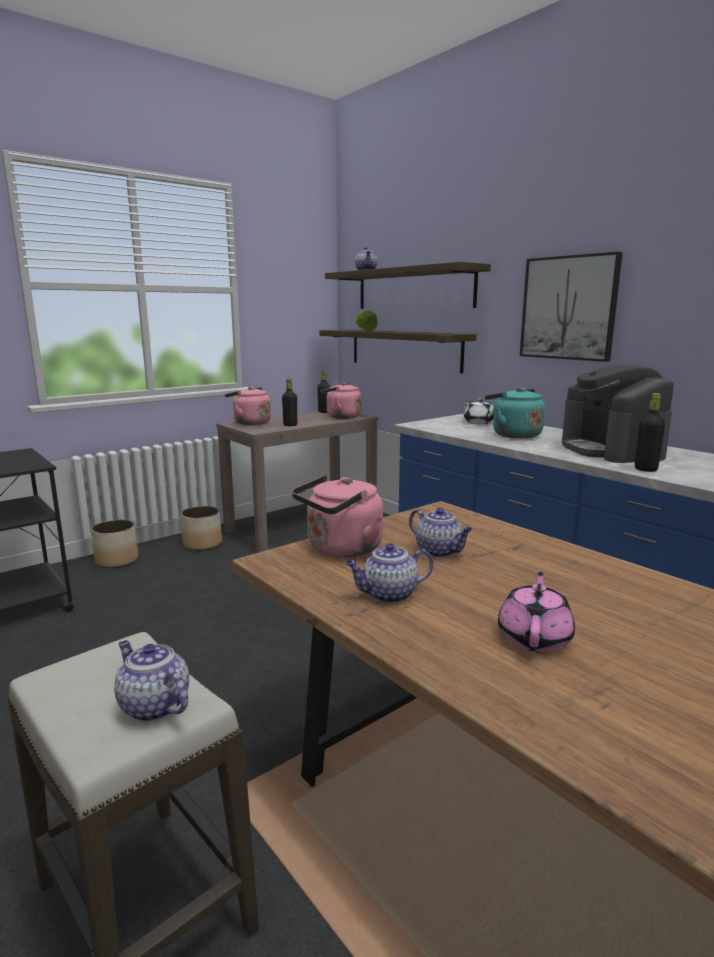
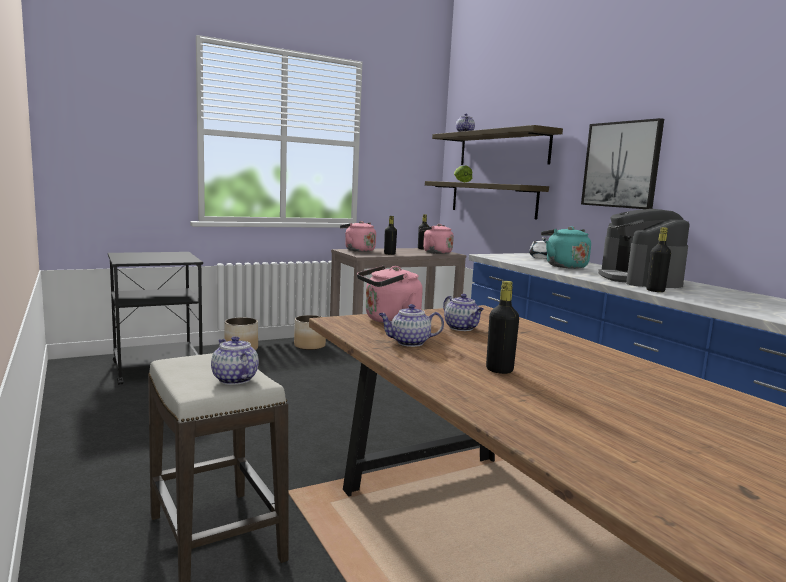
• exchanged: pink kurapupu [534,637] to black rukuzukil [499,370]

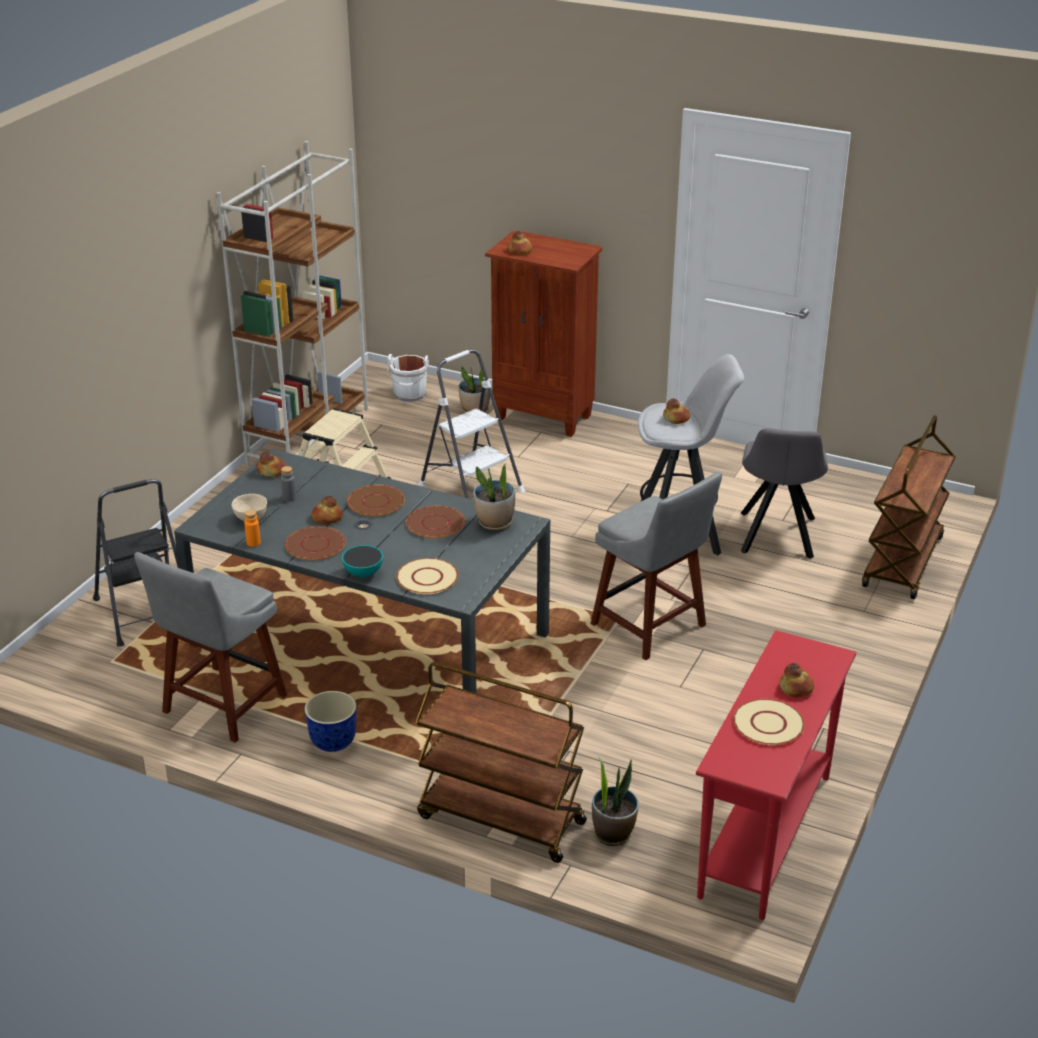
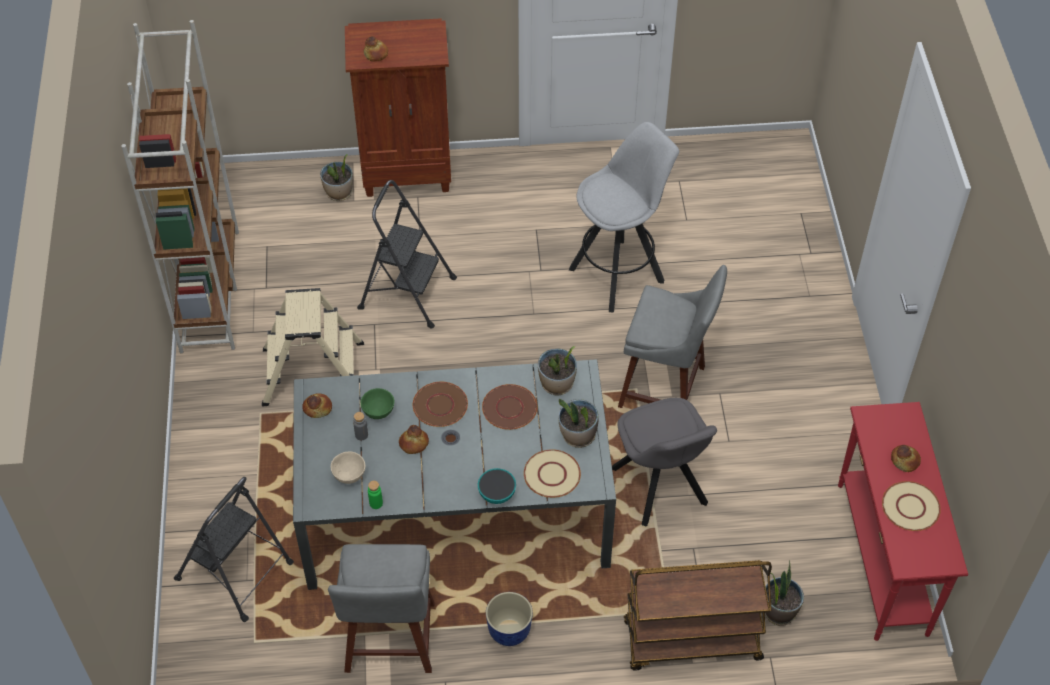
• missing: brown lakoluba [315,545]
• missing: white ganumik [409,396]
• missing: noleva [676,418]
• missing: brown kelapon [903,563]
• appeared: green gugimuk [379,412]
• appeared: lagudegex [578,436]
• relocated: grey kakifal [777,536] to [660,486]
• colour: orange rukuzukil [253,543] to green rukuzukil [376,503]
• colour: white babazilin [469,486] to black babazilin [404,291]

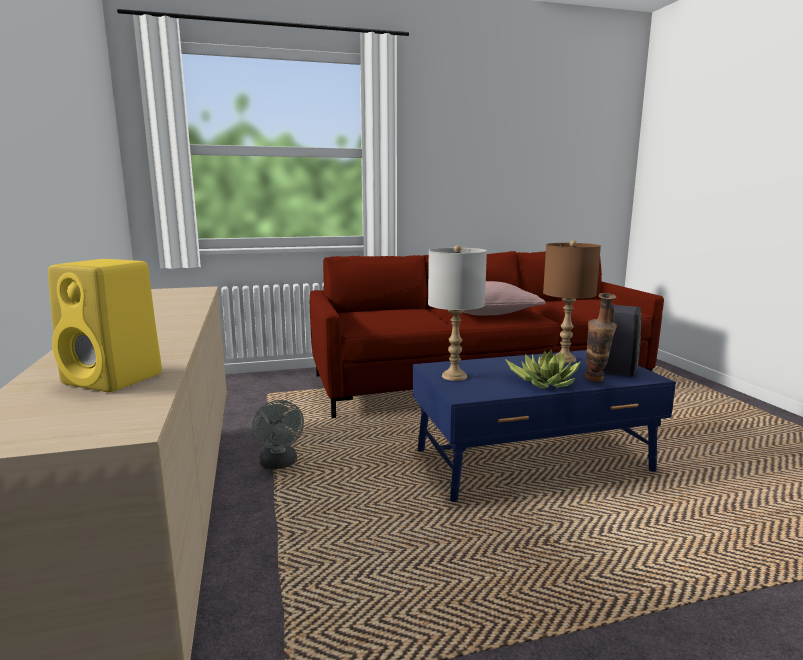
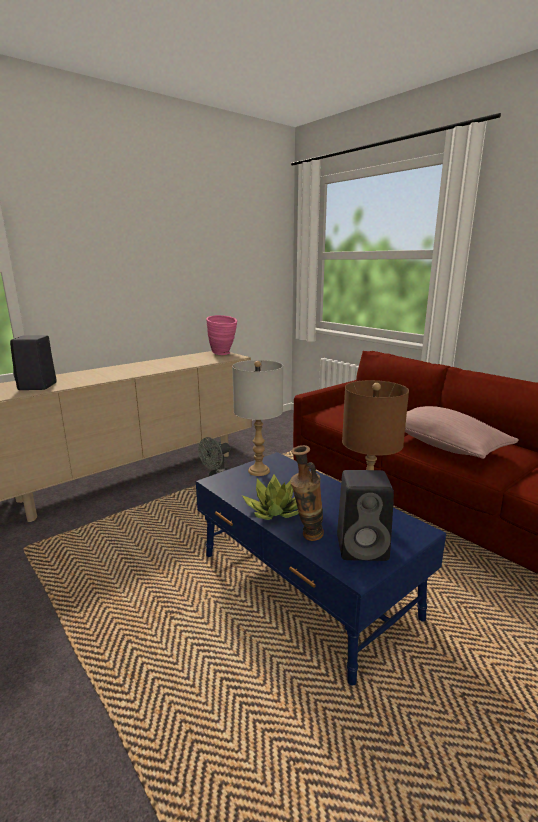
• appeared: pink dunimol [223,354]
• colour: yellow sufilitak [116,379] to black sufilitak [37,386]

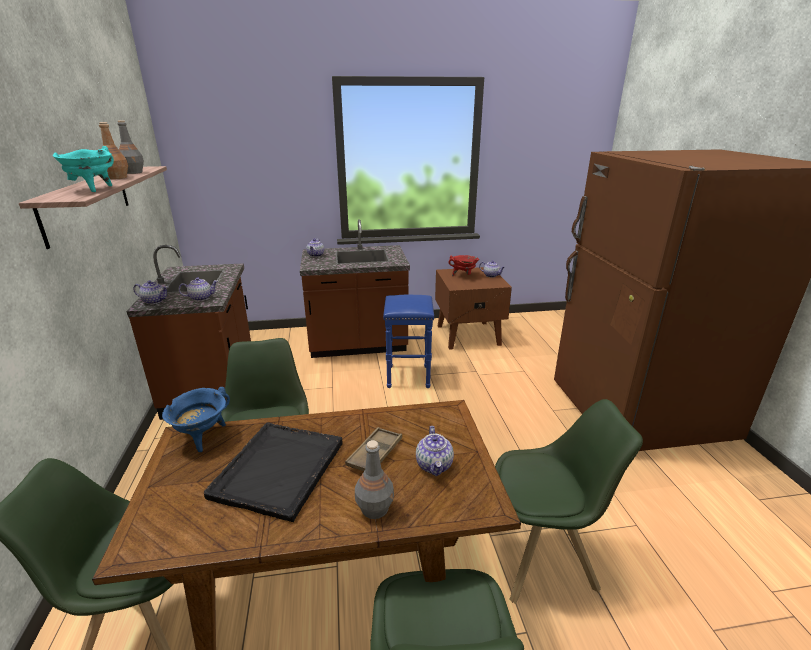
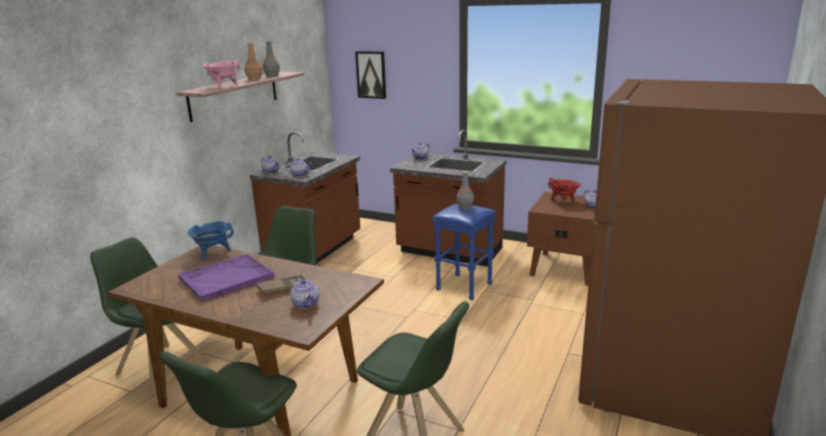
• appeared: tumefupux [371,74]
• relocated: grey rukuzukil [375,508] to [465,207]
• colour: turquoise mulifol [92,189] to pink mulifol [223,87]
• colour: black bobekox [278,470] to purple bobekox [225,278]
• spun: kurapupu [434,465] = [306,304] 60 degrees counterclockwise

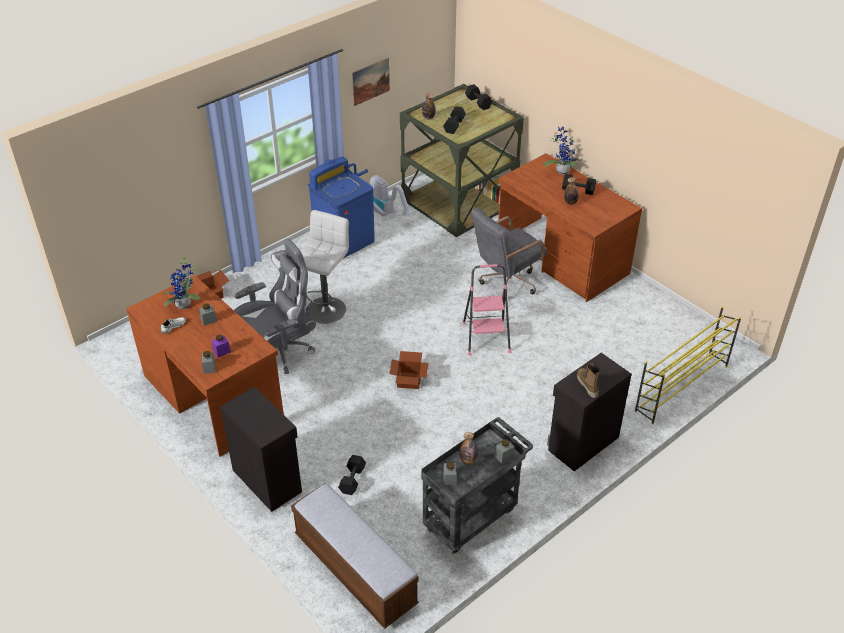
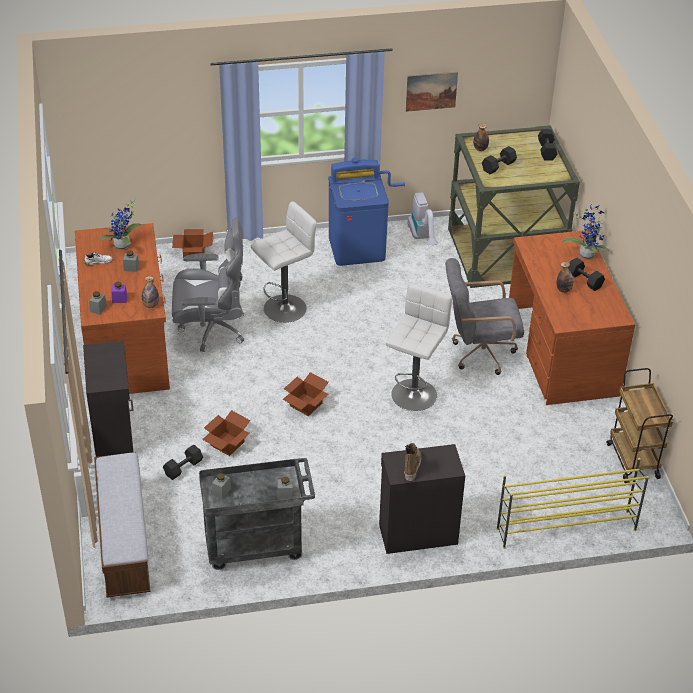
• appeared: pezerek [226,444]
• appeared: brown kelapon [633,461]
• relocated: rukuzukil [468,461] to [151,305]
• exchanged: pink babazilin [486,335] to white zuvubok [414,395]

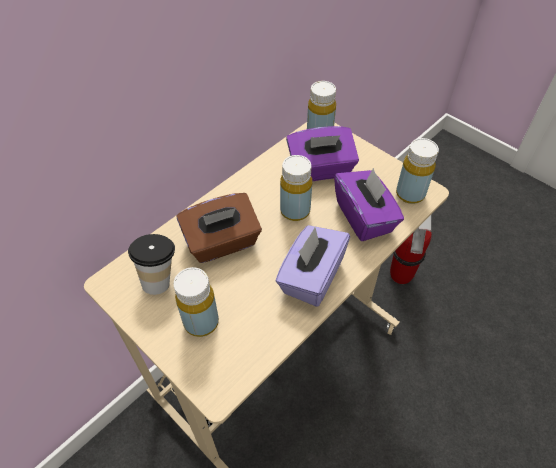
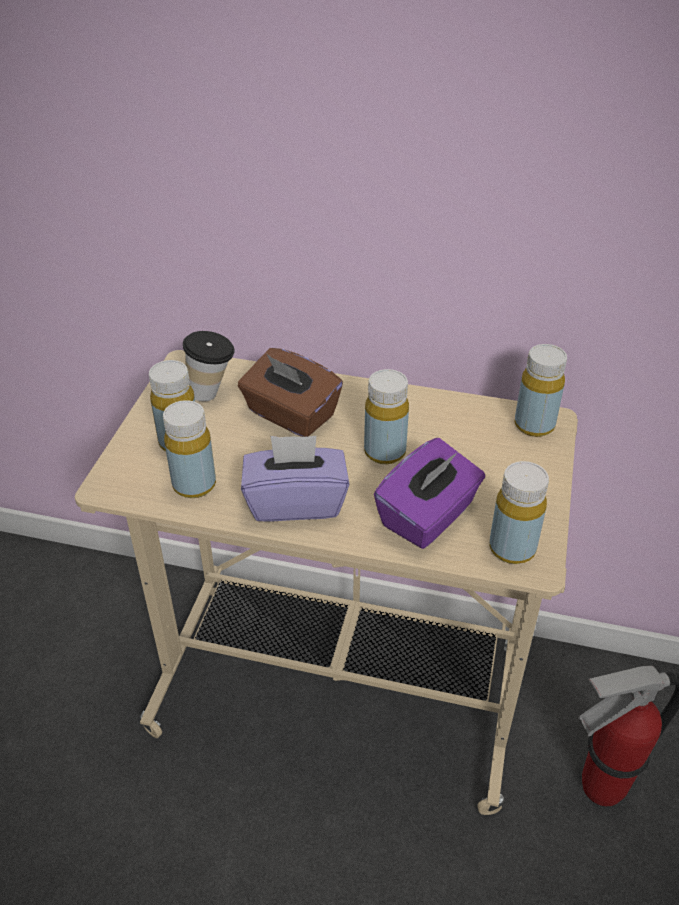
• missing: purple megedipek [320,170]
• appeared: yellow rukuzukil [194,485]

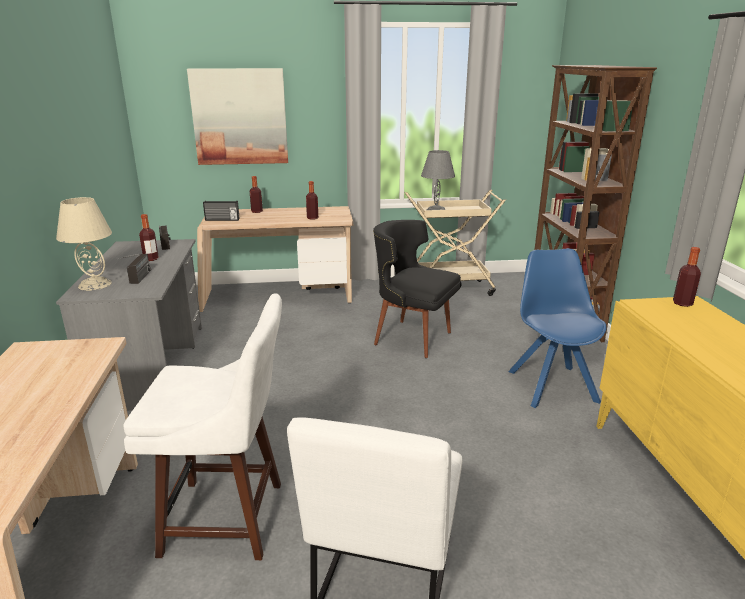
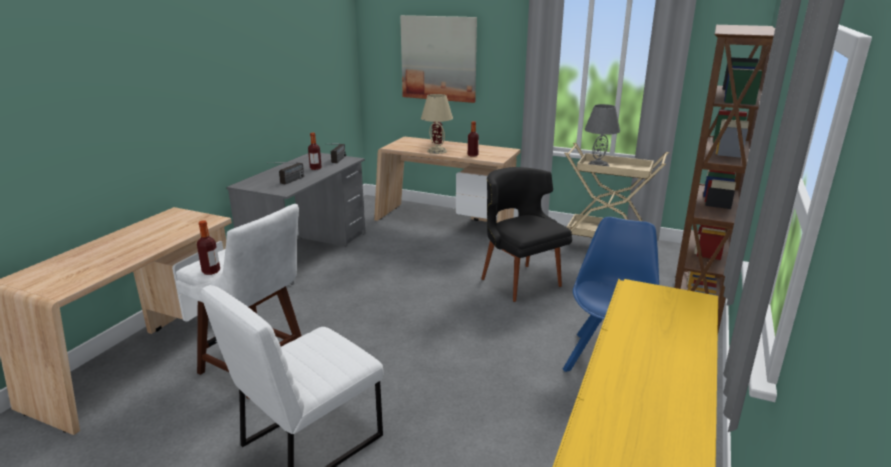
• missing: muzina [222,220]
• relocated: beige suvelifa [95,284] to [437,151]
• relocated: rukuzukil [682,303] to [211,271]

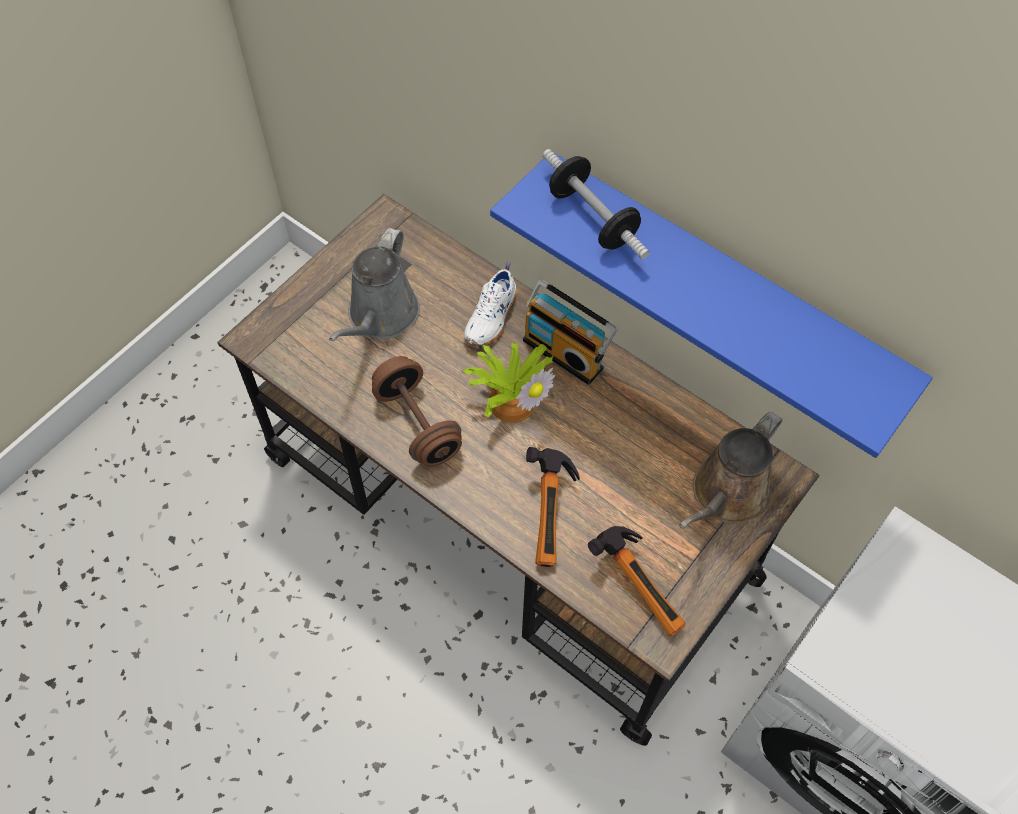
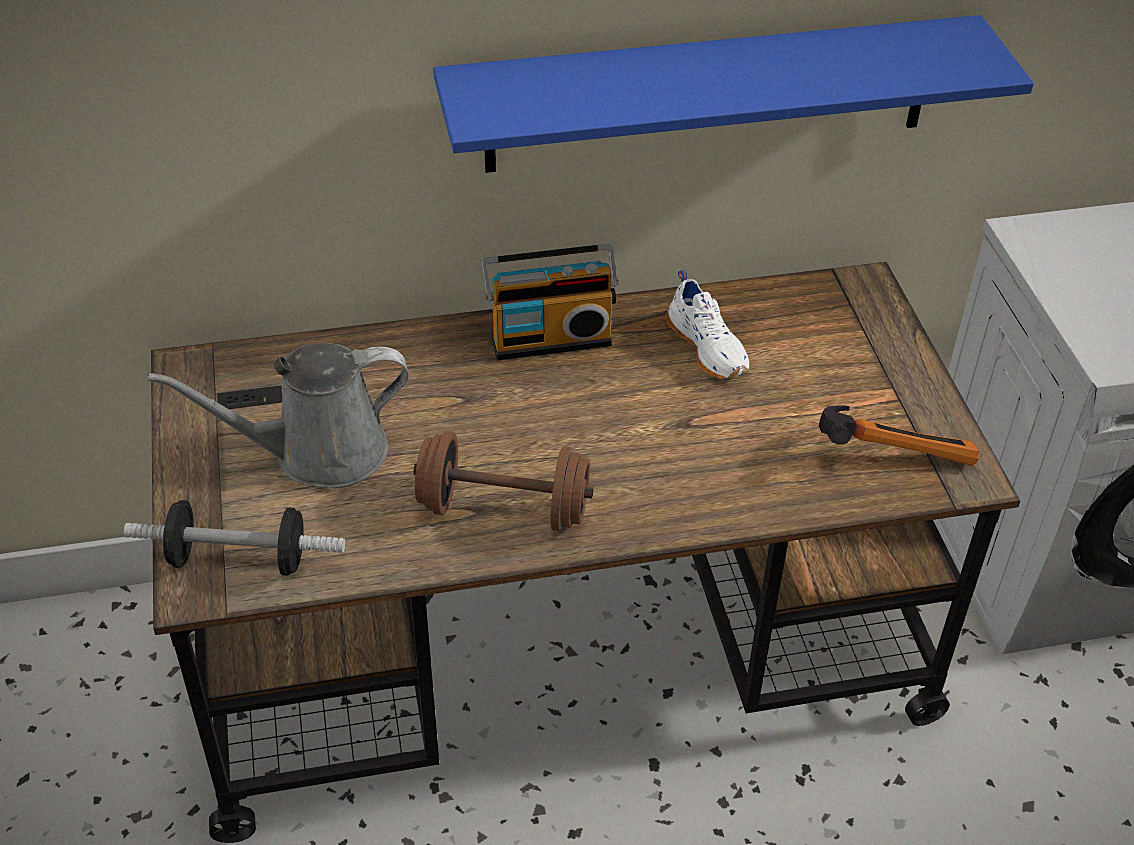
• missing: lagudegex [511,398]
• missing: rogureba [554,515]
• missing: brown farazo [726,495]
• relocated: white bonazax [492,317] to [709,347]
• relocated: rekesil [592,218] to [239,559]
• spun: grey farazo [380,317] = [319,453] 105 degrees clockwise

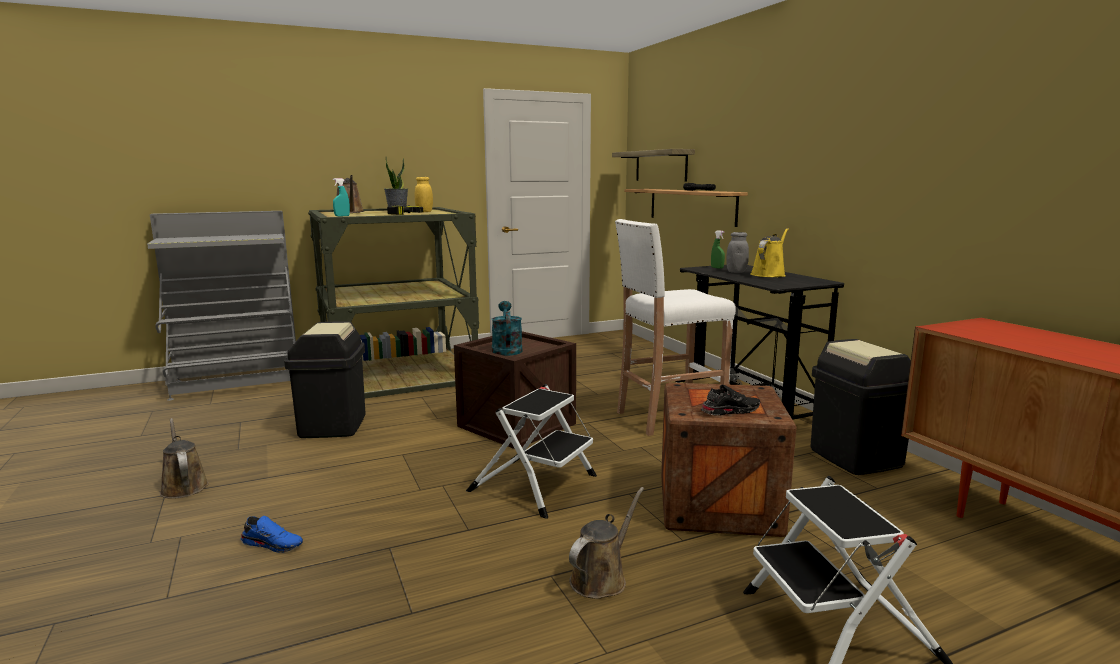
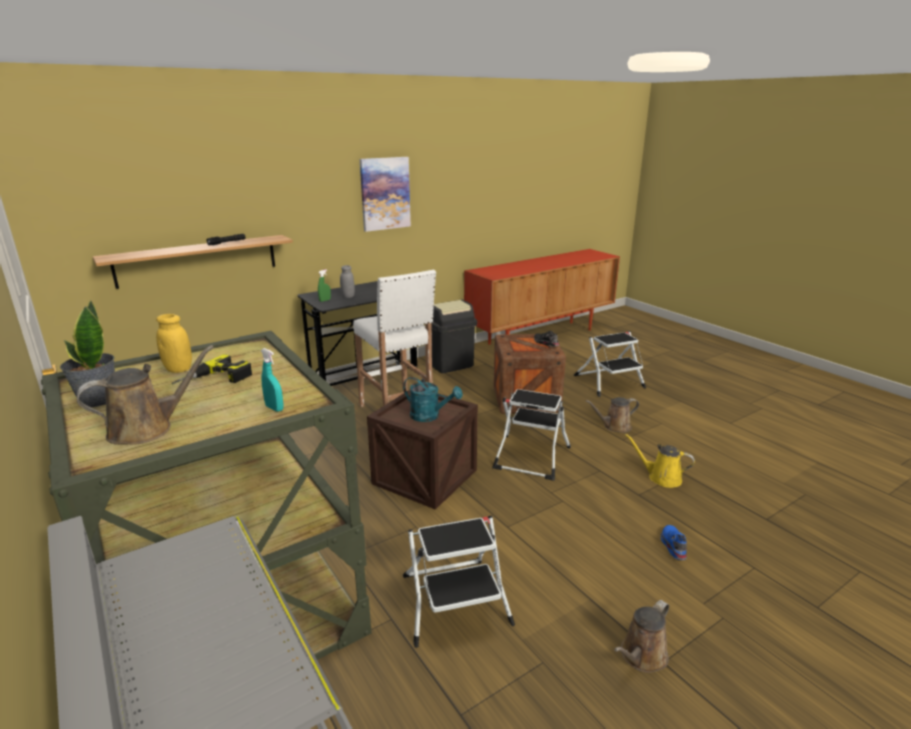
• missing: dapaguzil [661,166]
• appeared: tumefupux [385,193]
• relocated: yellow farazo [769,274] to [661,477]
• exchanged: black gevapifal [333,426] to babazilin [454,601]
• spun: turquoise farazo [506,349] = [430,416] 135 degrees counterclockwise
• spun: brown farazo [601,578] = [614,427] 45 degrees counterclockwise

